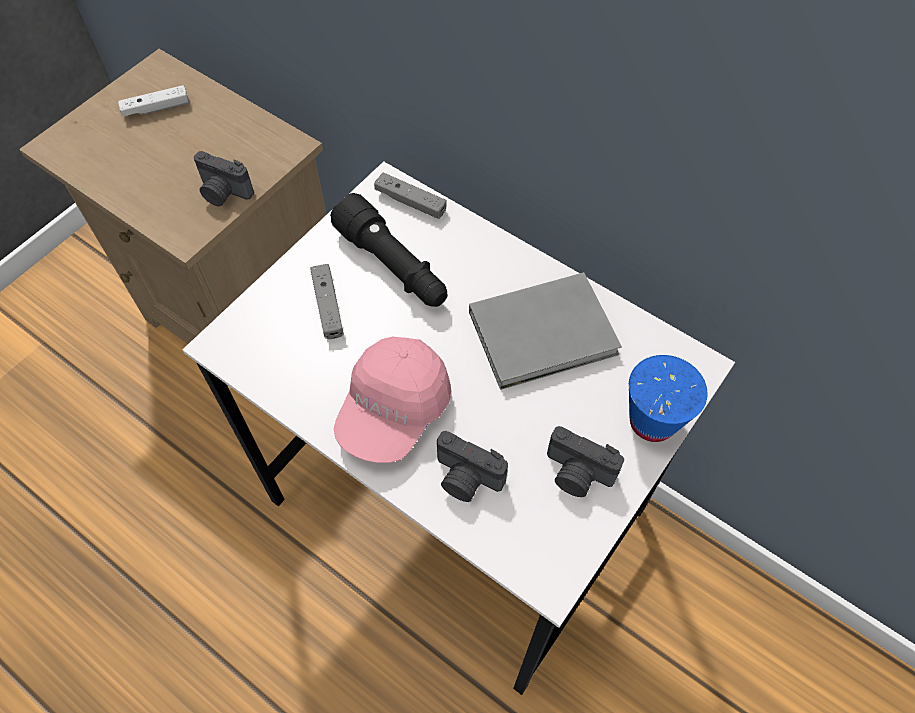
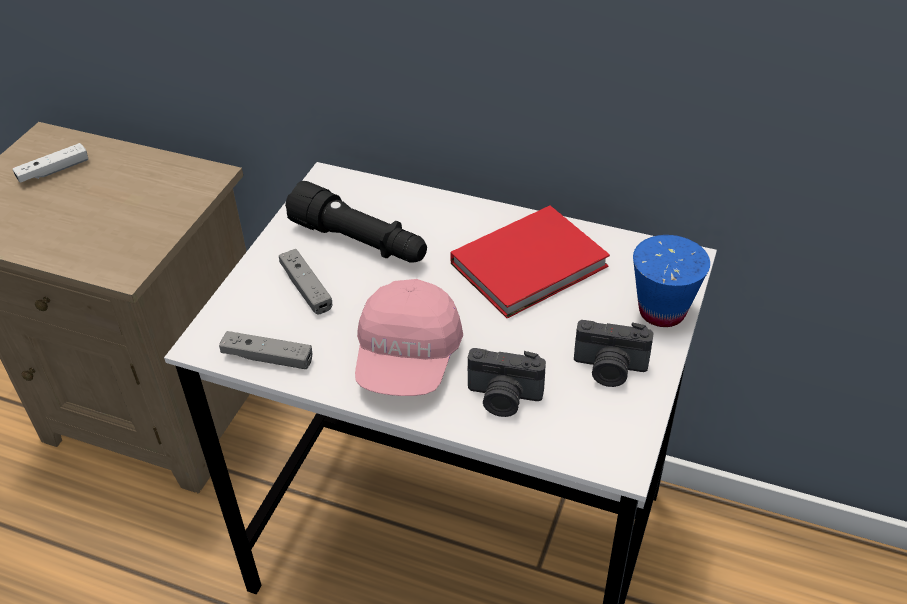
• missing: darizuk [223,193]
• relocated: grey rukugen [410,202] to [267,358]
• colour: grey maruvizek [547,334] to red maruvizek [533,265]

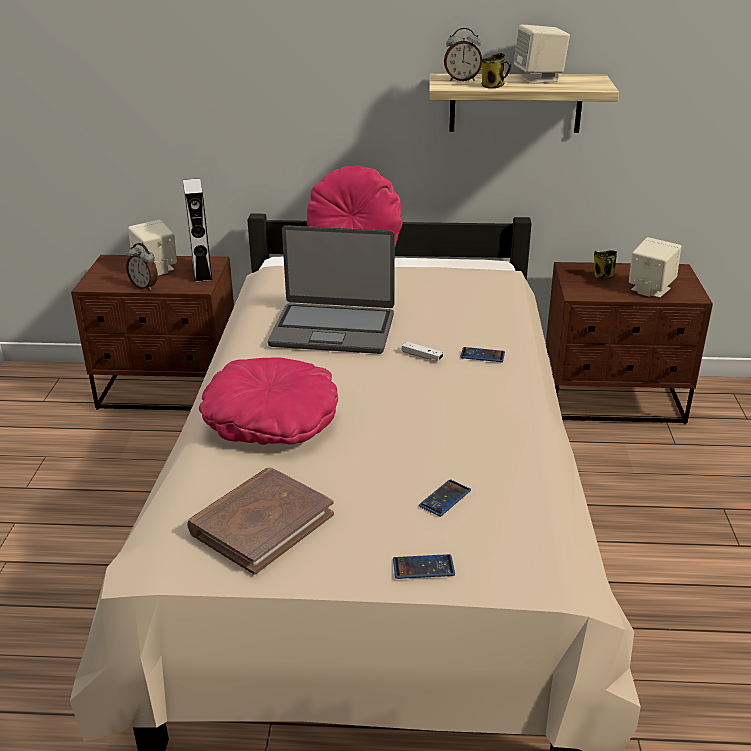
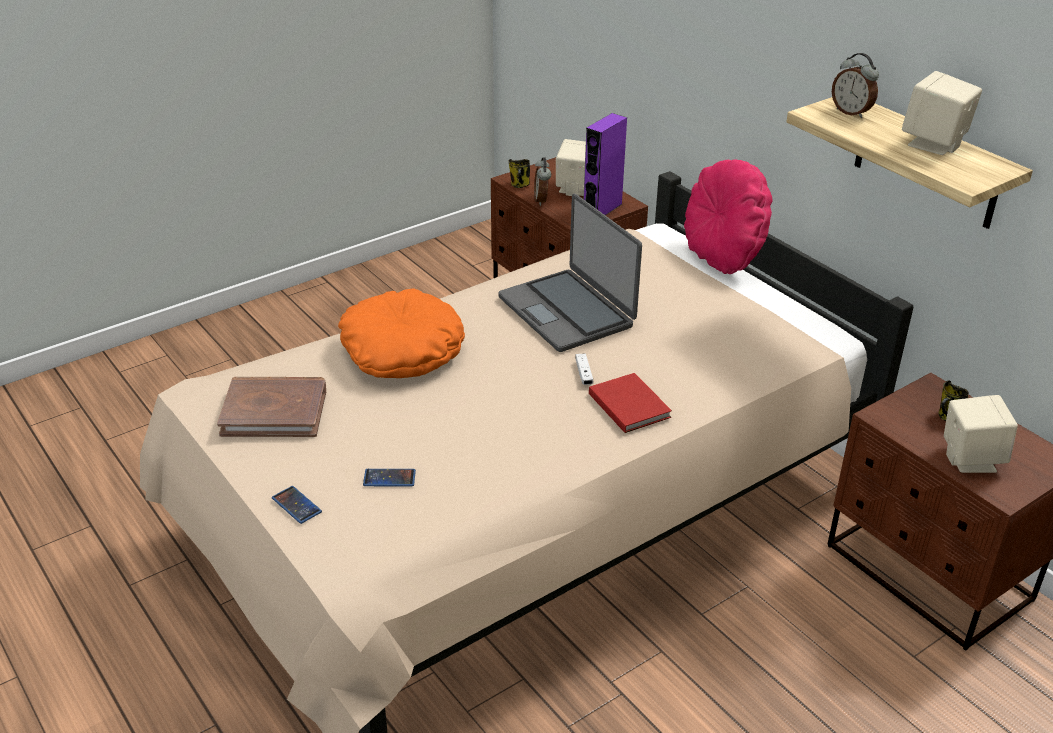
• relocated: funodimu [494,86] to [520,185]
• exchanged: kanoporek [482,355] to red maruvizek [629,404]
• colour: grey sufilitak [202,272] to purple sufilitak [602,209]
• colour: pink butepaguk [273,418] to orange butepaguk [404,351]

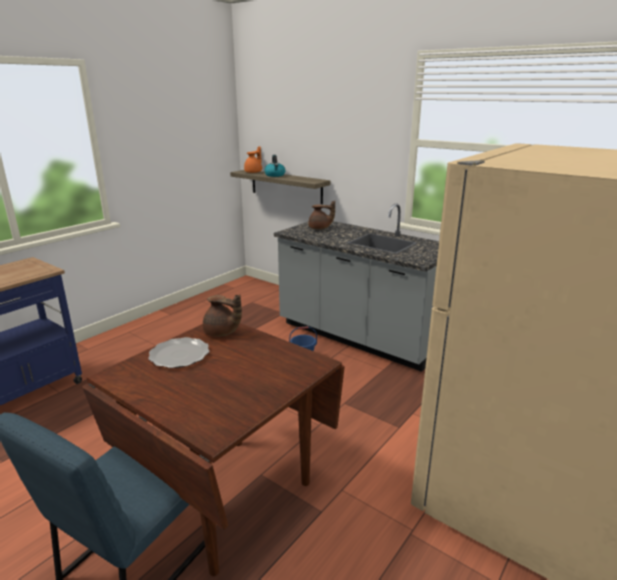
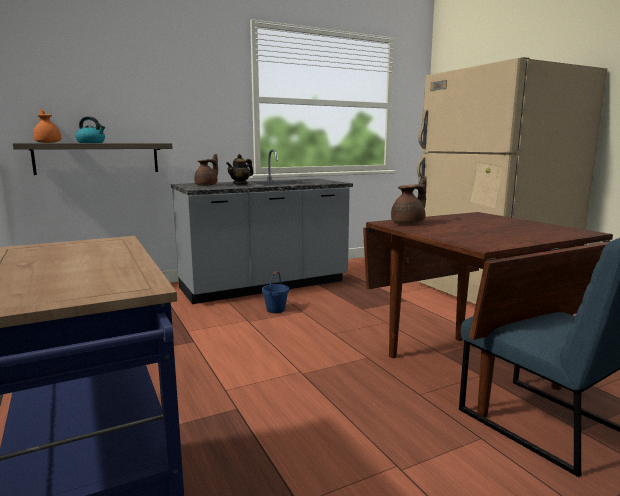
• missing: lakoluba [180,355]
• appeared: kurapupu [240,184]

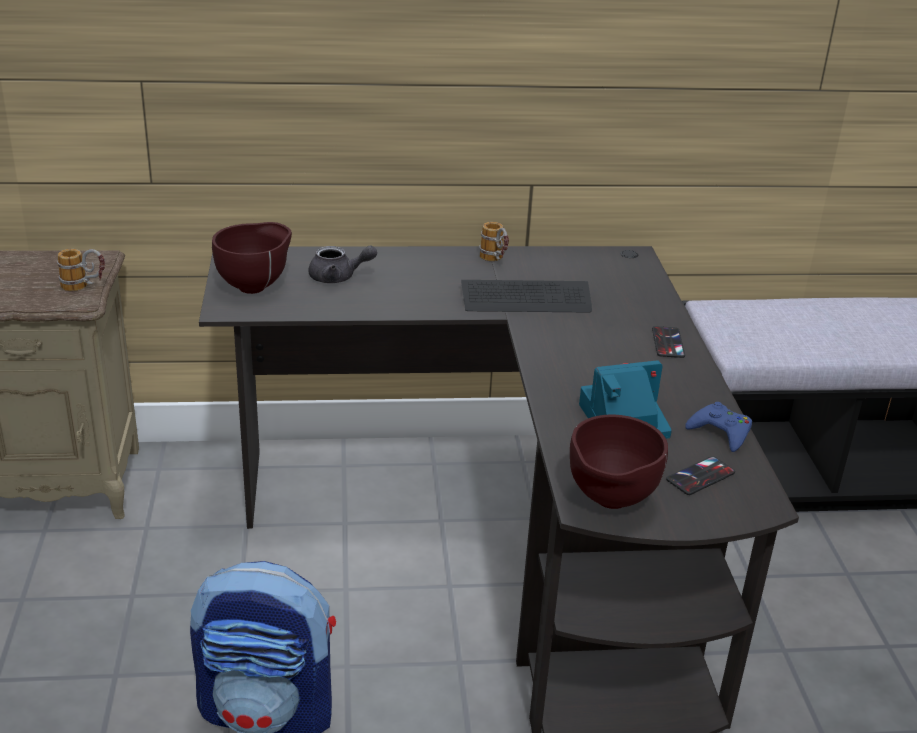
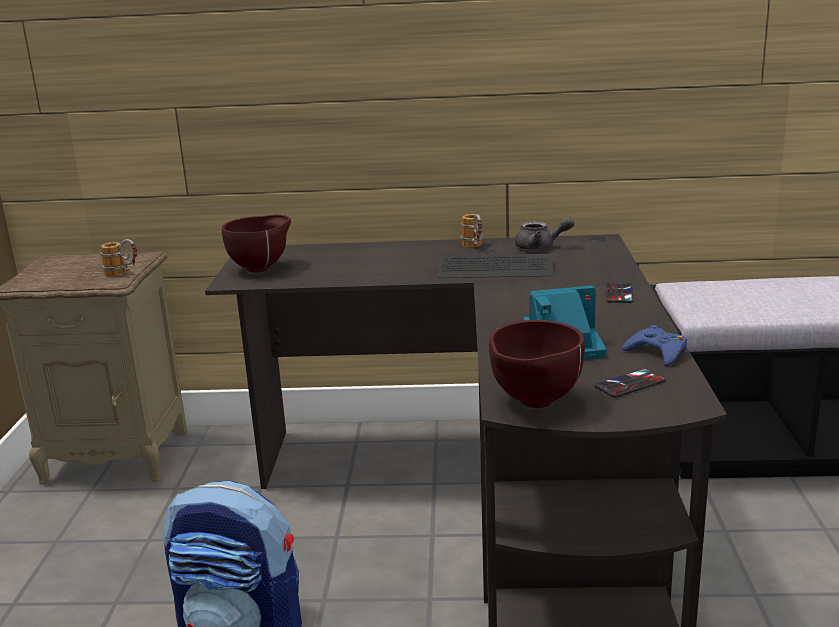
• relocated: grey kurapupu [338,277] to [540,247]

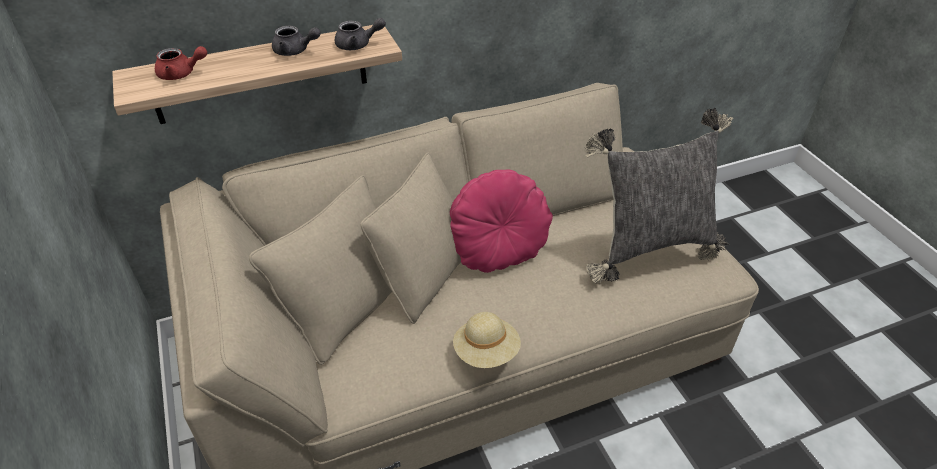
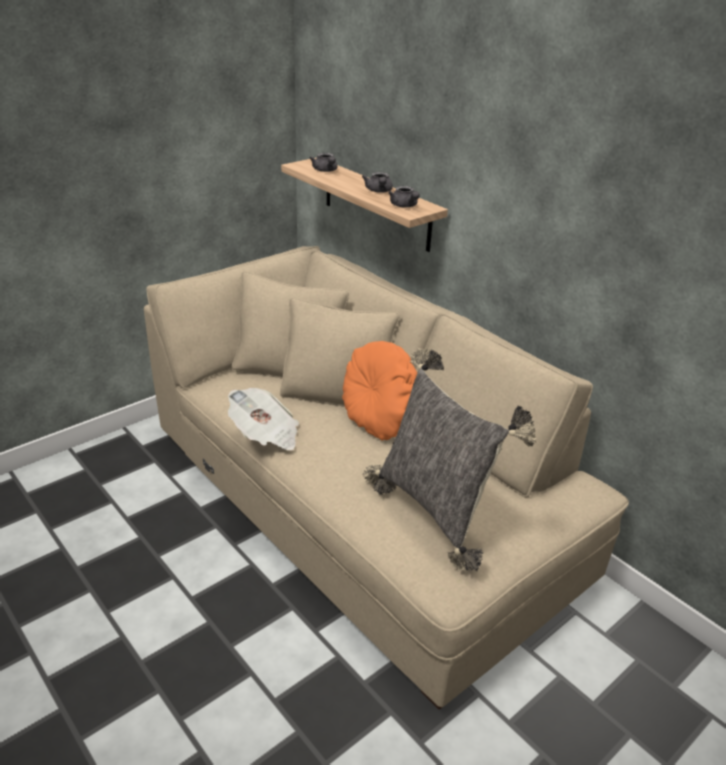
• exchanged: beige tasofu [486,352] to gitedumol [265,435]
• colour: red kurapupu [181,74] to grey kurapupu [325,171]
• colour: pink butepaguk [498,255] to orange butepaguk [377,424]

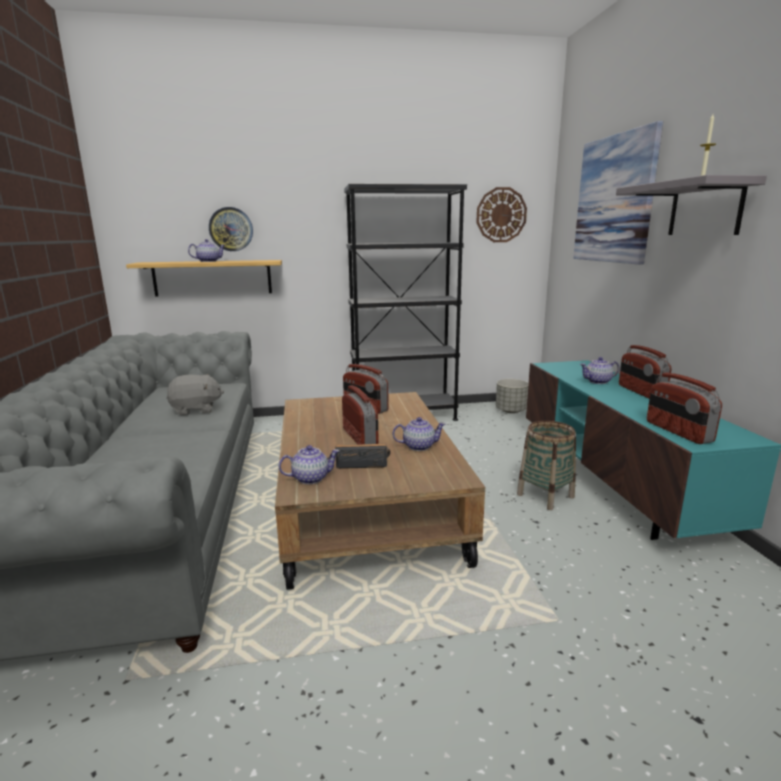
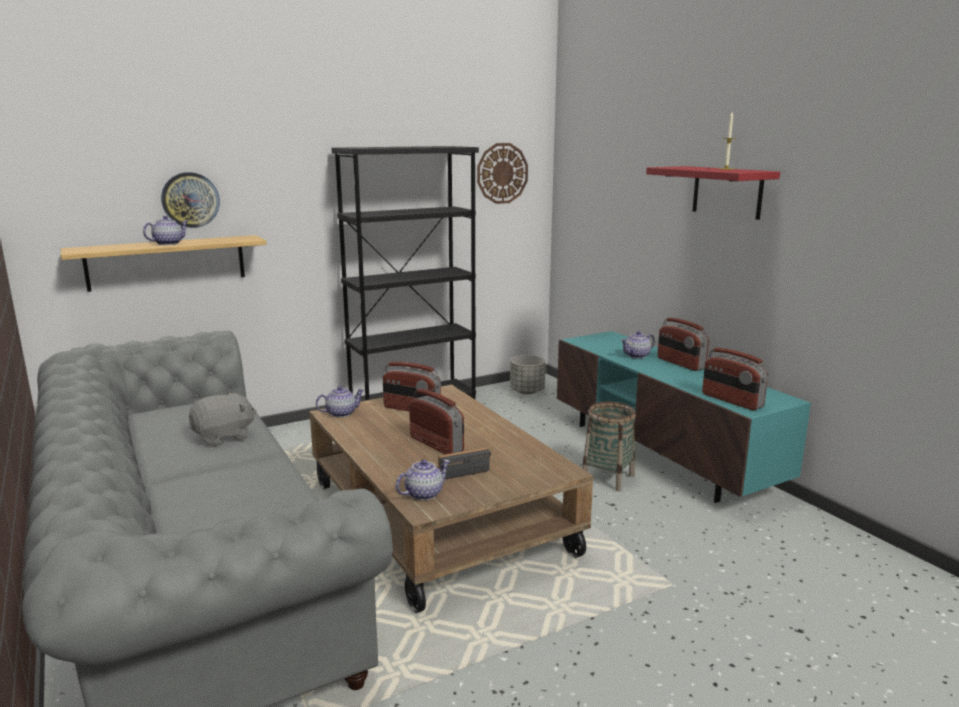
• missing: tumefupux [614,199]
• relocated: kurapupu [418,446] to [340,413]
• colour: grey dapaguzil [705,209] to red dapaguzil [727,192]

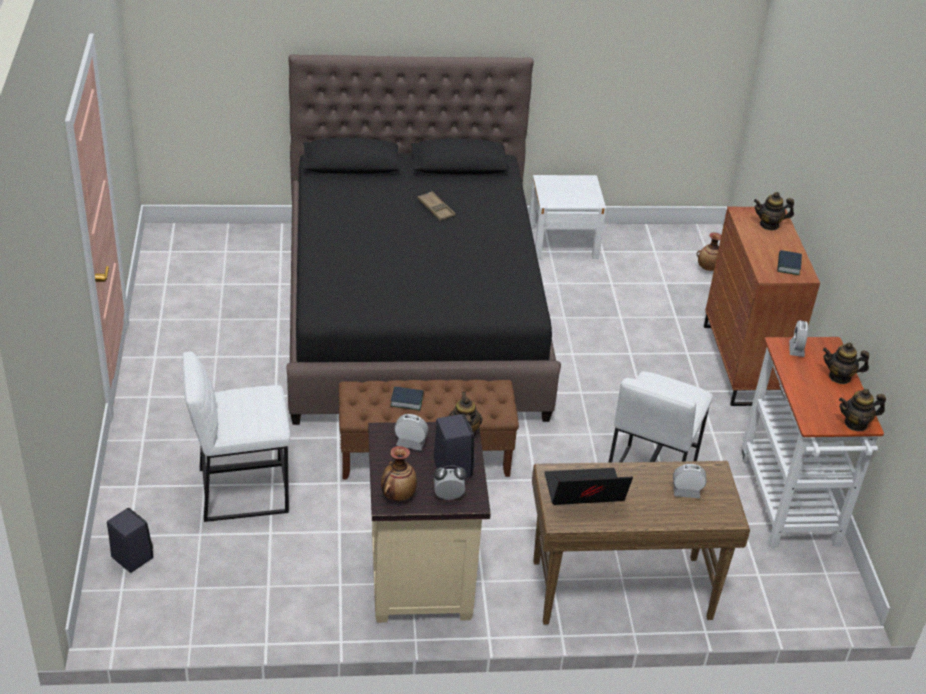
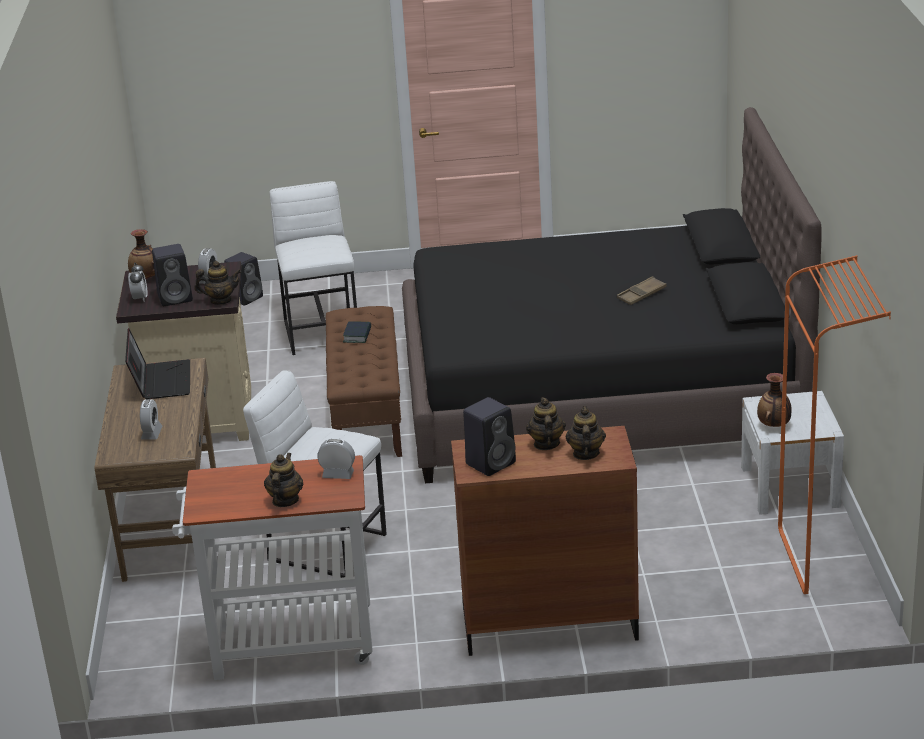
• appeared: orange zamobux [823,559]
• relocated: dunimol [708,269] to [774,426]
• relocated: kurapupu [856,423] to [546,444]
• exchanged: maruvizek [788,265] to black sufilitak [491,462]

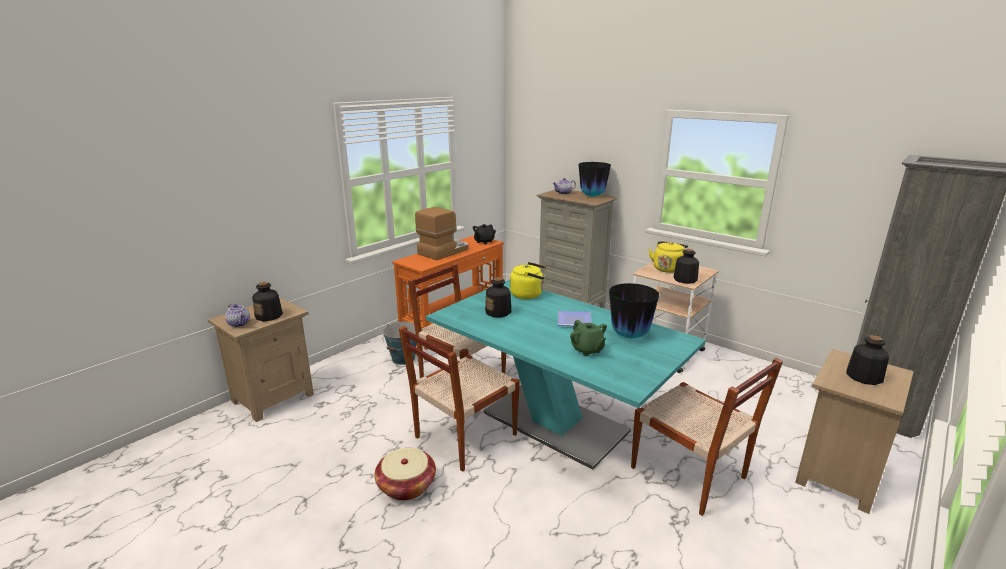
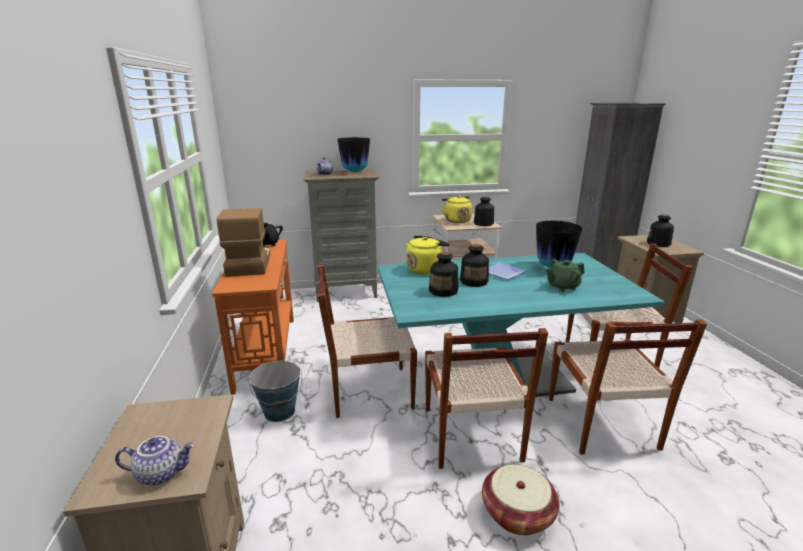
• appeared: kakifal [602,425]
• relocated: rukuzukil [269,316] to [474,281]
• spun: green kurapupu [587,350] = [562,287] 150 degrees clockwise

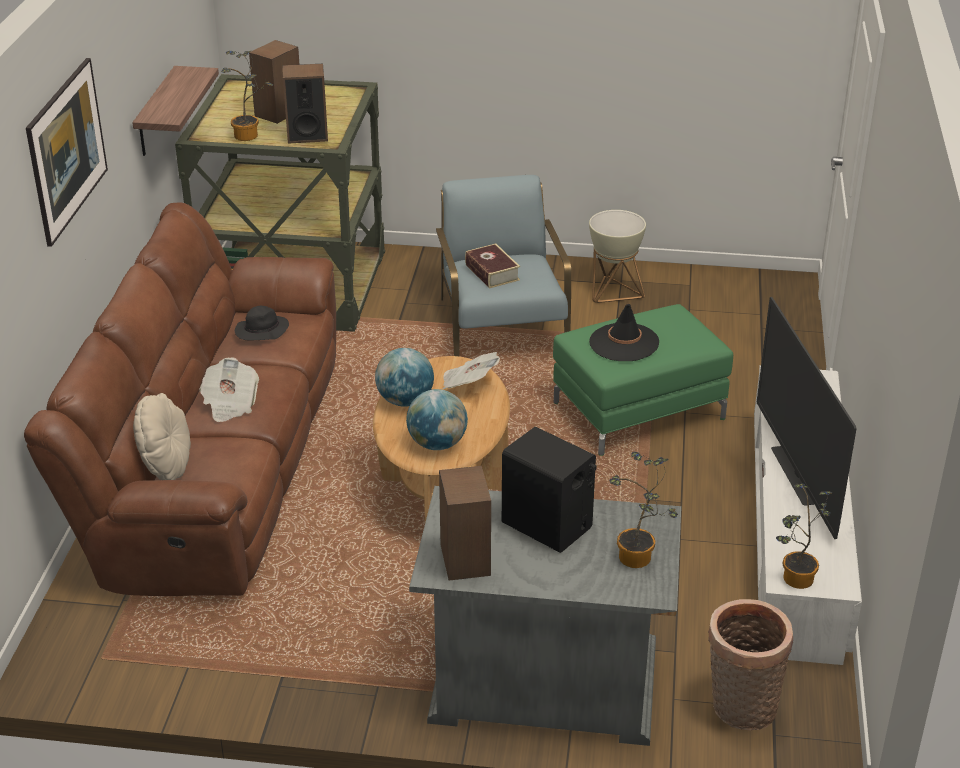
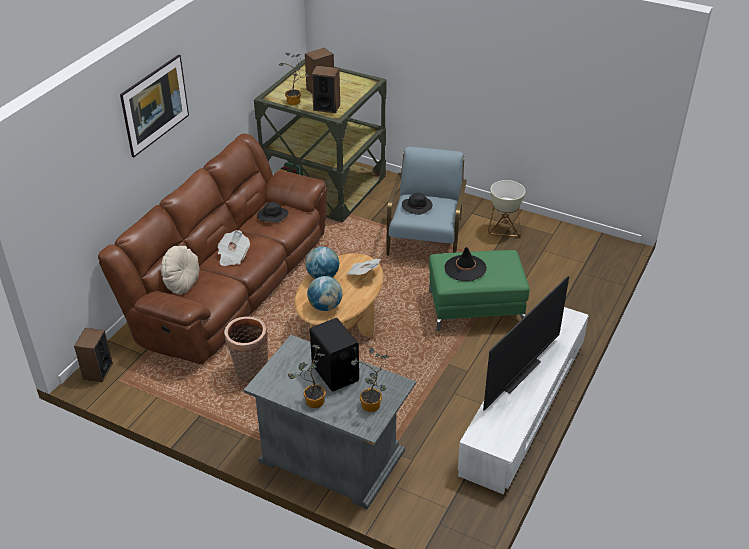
• missing: dapaguzil [156,112]
• relocated: sufilitak [464,560] to [97,371]
• relocated: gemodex [740,709] to [250,372]
• relocated: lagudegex [794,580] to [312,401]
• exchanged: maruvizek [492,272] to black tasofu [417,206]
• spun: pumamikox [795,475] = [520,375] 150 degrees counterclockwise

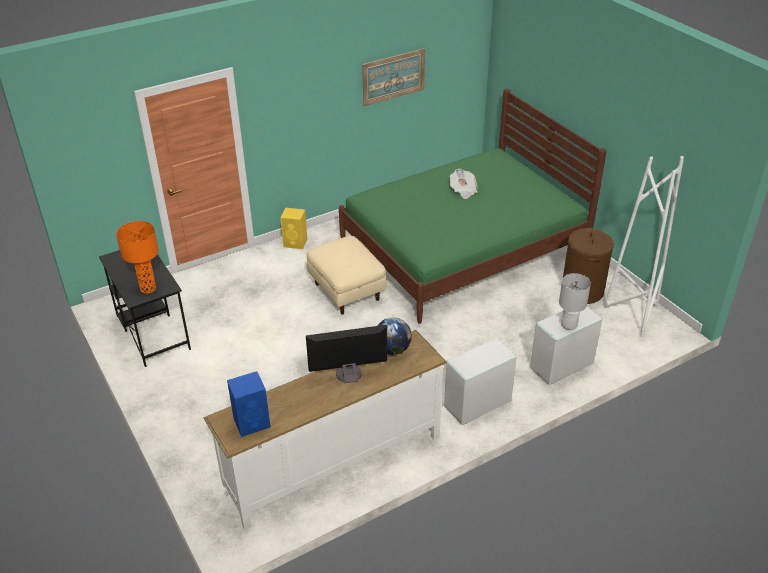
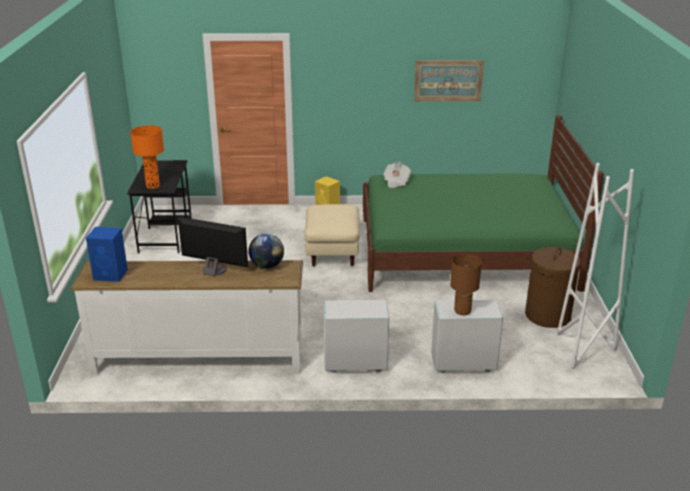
• relocated: gitedumol [463,190] to [396,182]
• colour: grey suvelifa [568,326] to brown suvelifa [462,312]

